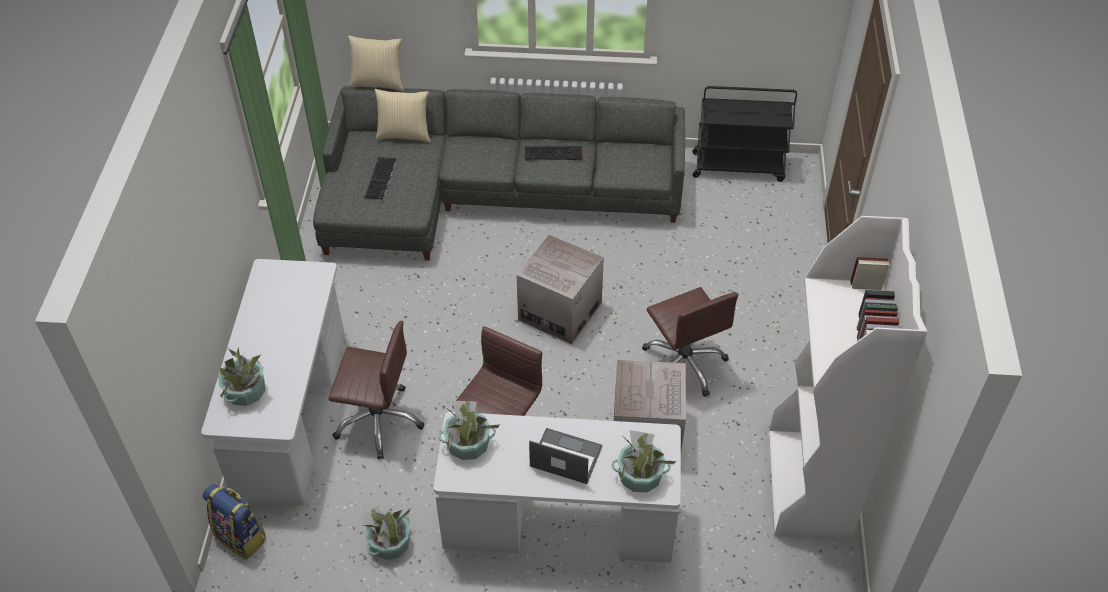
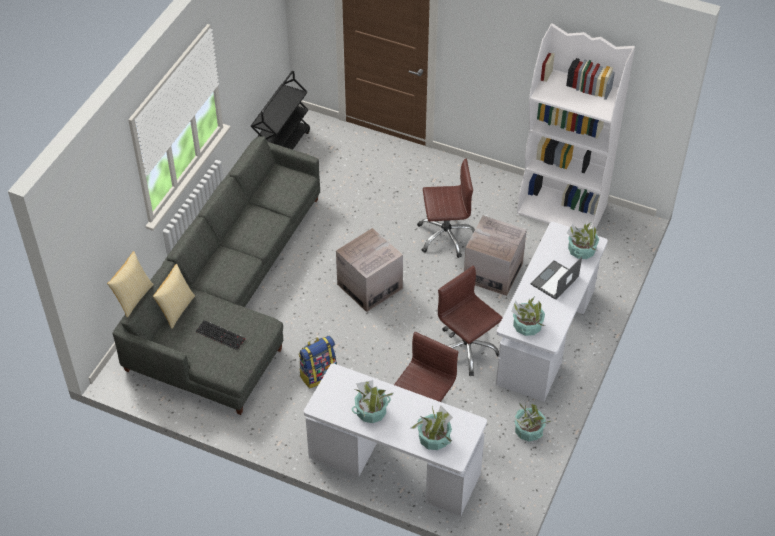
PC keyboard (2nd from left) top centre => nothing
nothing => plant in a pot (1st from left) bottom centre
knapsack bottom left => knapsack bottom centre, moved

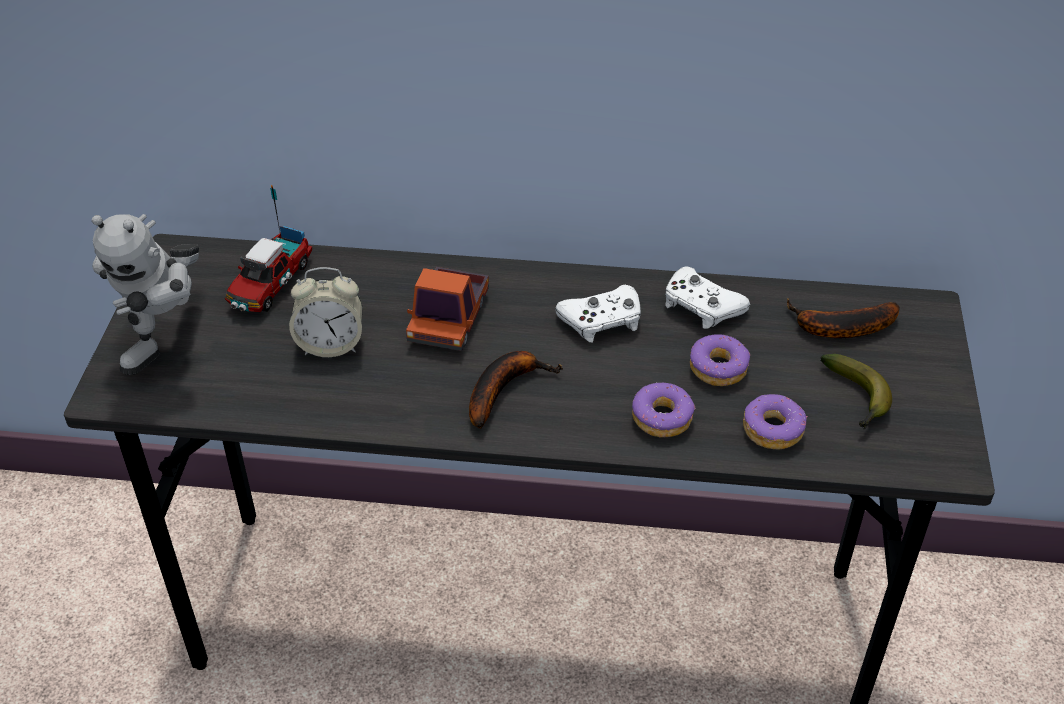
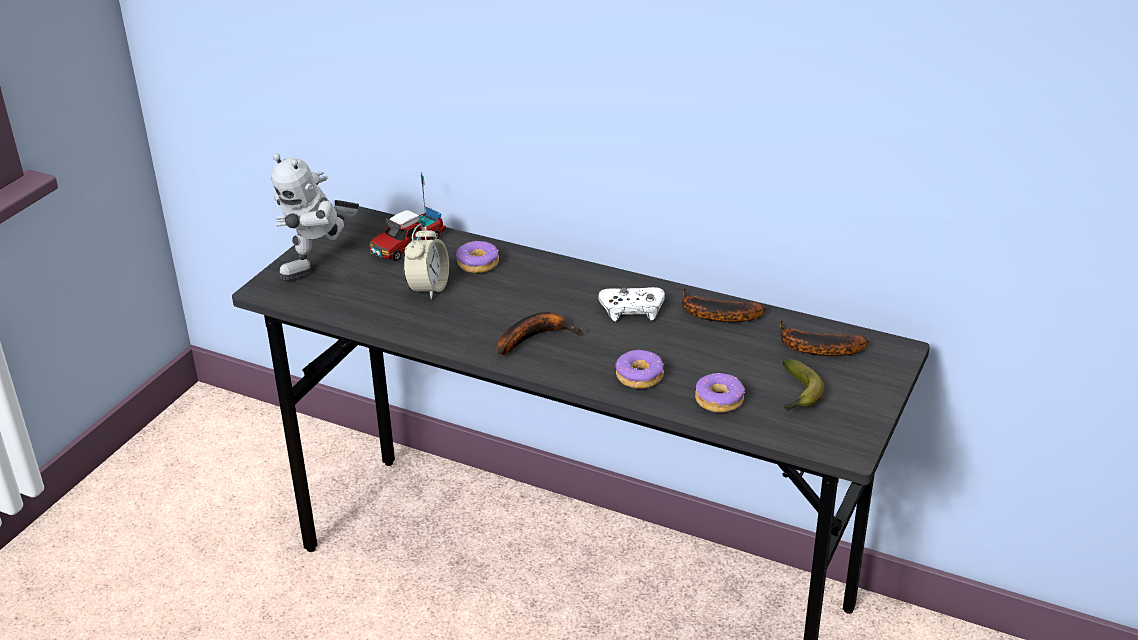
toy truck (2nd from left) centre => nothing
donut (2nd from left in the first image) middle right => donut (1st from left) centre, moved
joypad (white-coloured) (2nd from left) centre => whole banana (2nd from left) centre
table clock middle left => table clock centre, 90 degrees counterclockwise

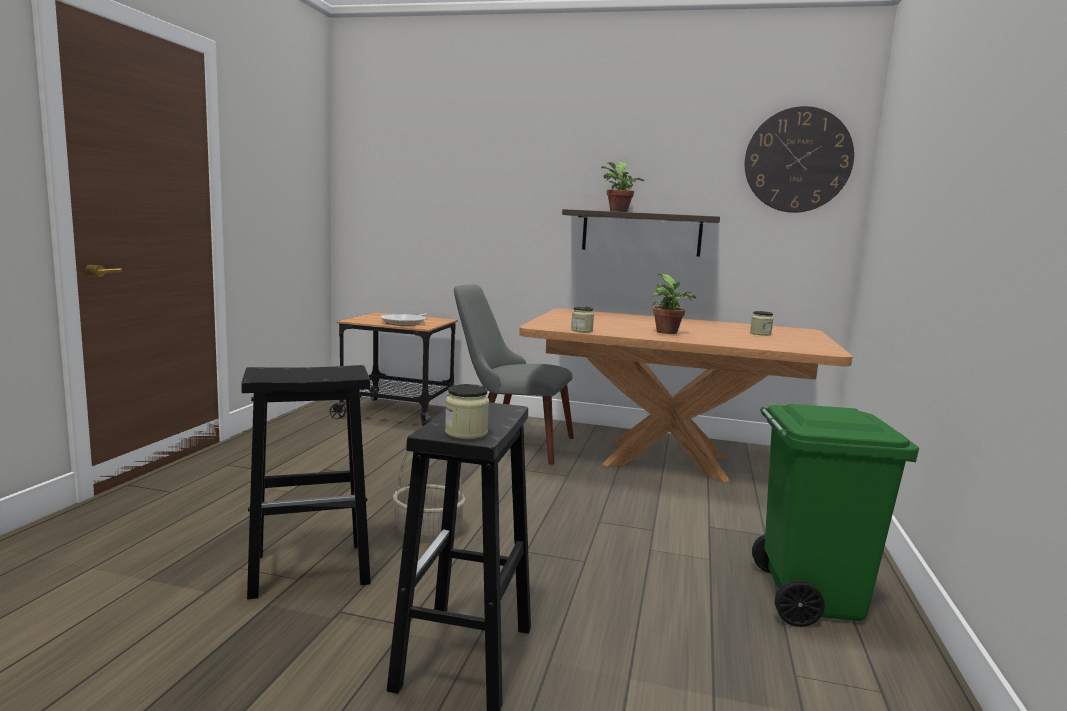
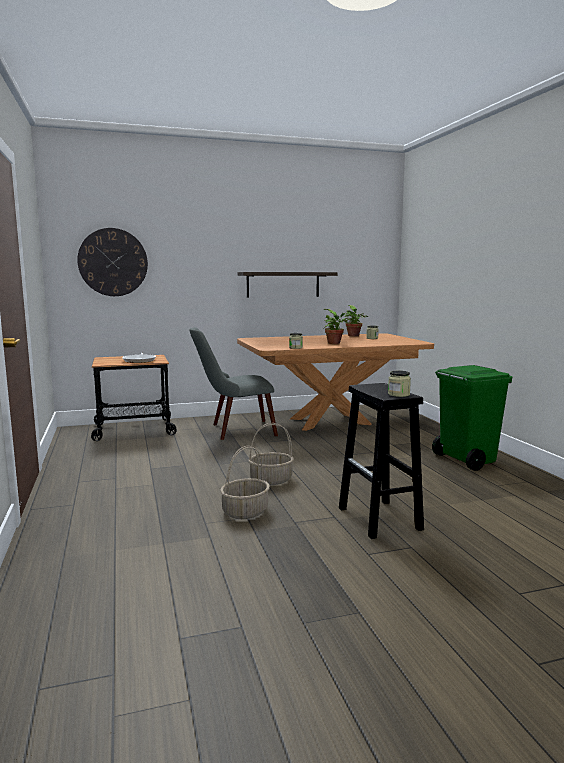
plant in a pot (1st from left in the first image) top centre => plant in a pot (2nd from left) centre, moved
clock on the wall top right => clock on the wall middle left, moved
sitting stool (blackish) (1st from left) bottom left => basket (1st from left) centre

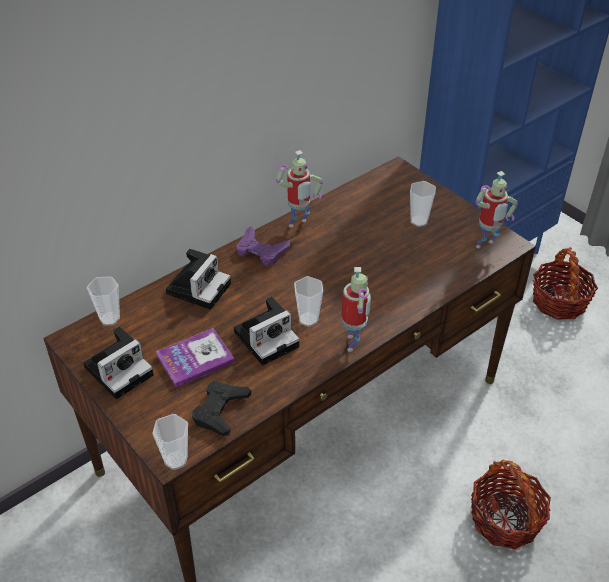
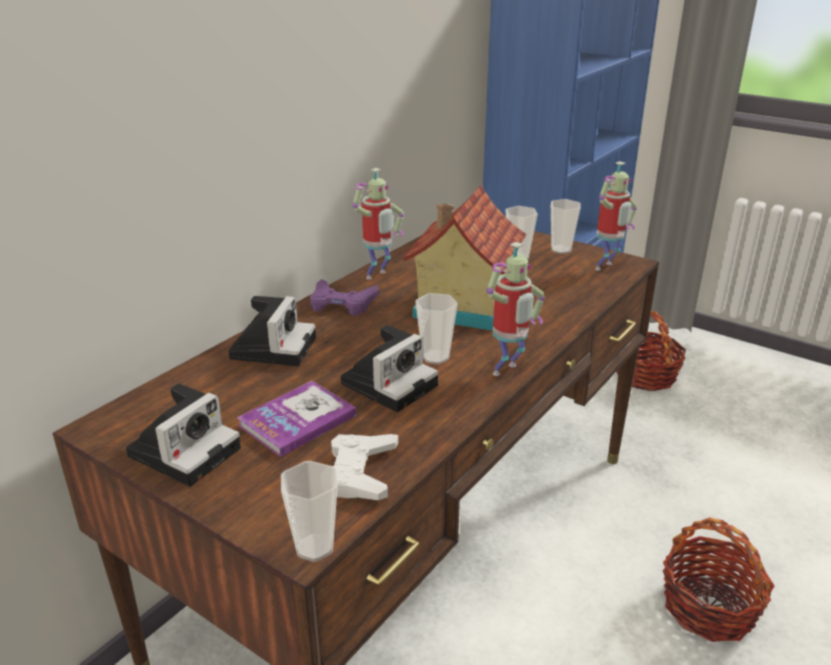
nothing => model house centre
small cup (1st from left in the first image) middle left => small cup (4th from left) middle right, moved
joypad (blackish) bottom centre => joypad (white-coloured) bottom centre
model robot (2nd from left) centre, 60 degrees clockwise

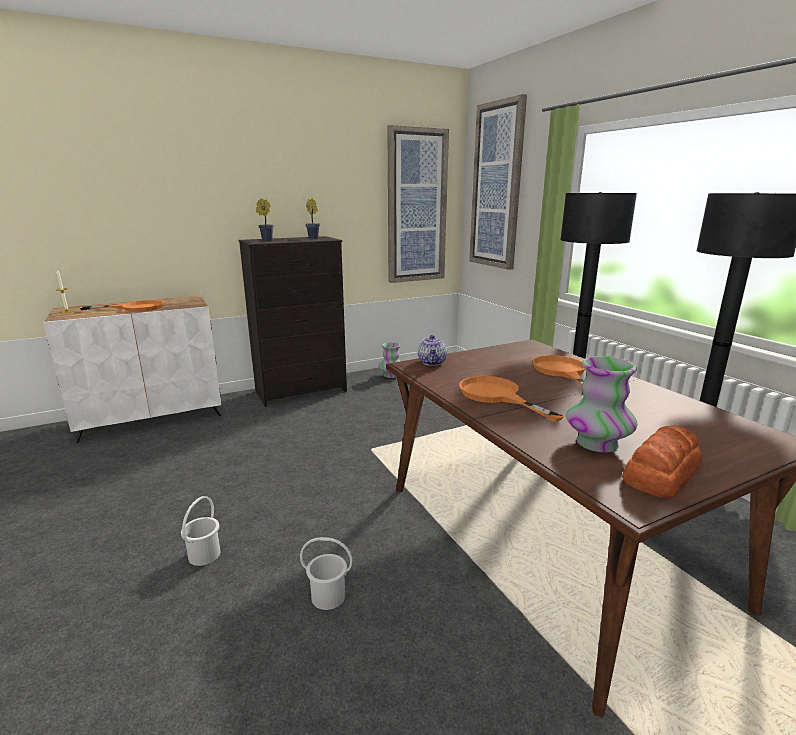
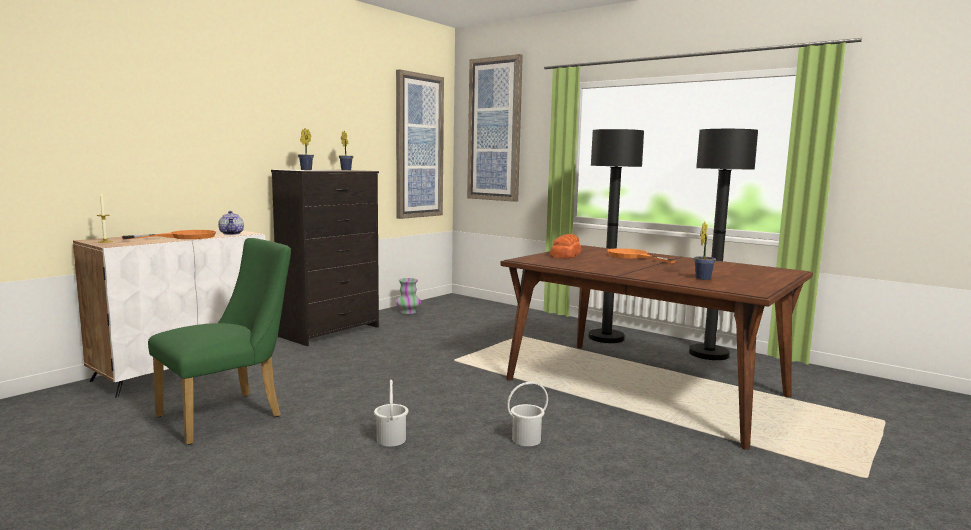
frying pan (orange) (2nd from left) centre => nothing
nothing => upright chair (greenish) middle left
pot for tea centre => pot for tea middle left, moved
bakery bread middle right => bakery bread centre, moved
vase (2nd from left) middle right => plant in a pot (3rd from left) middle right

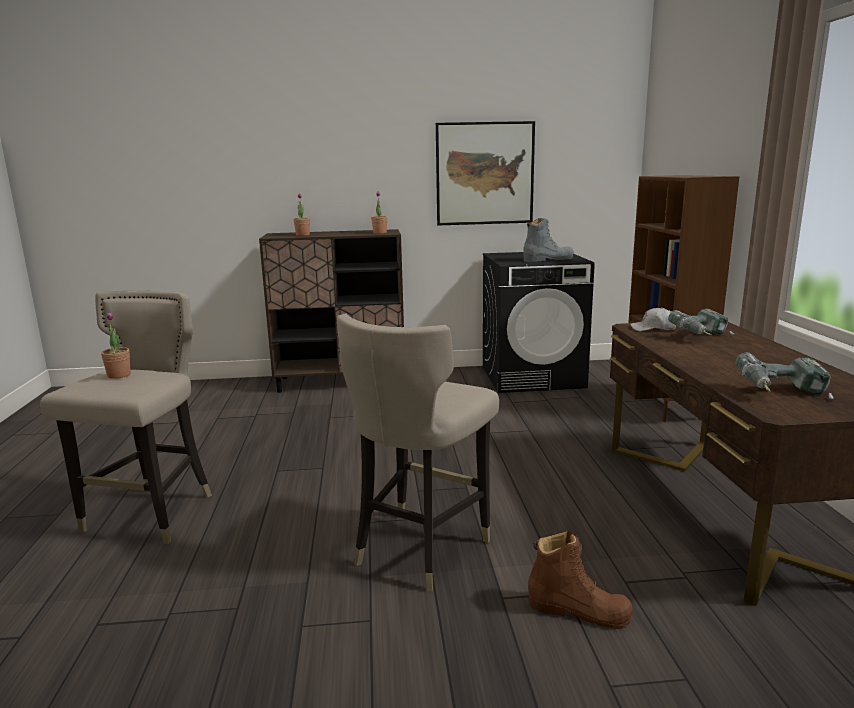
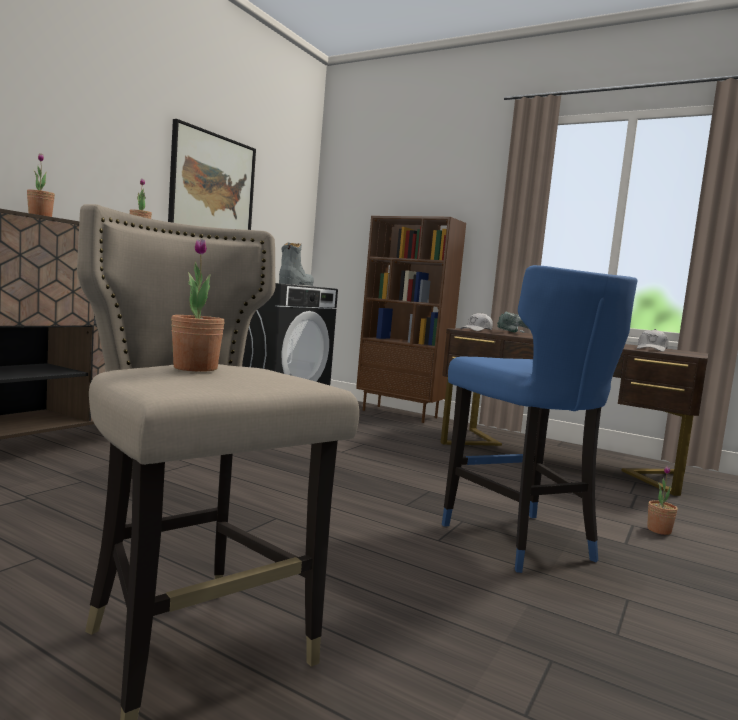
high-top boot (brown-coloured) bottom right => plant in a pot (4th from left) bottom right
electric drill (2nd from left) middle right => peaked cap (white-coloured) (2nd from left) middle right
sitting stool (beige) (2nd from left) centre => sitting stool (blue) middle right

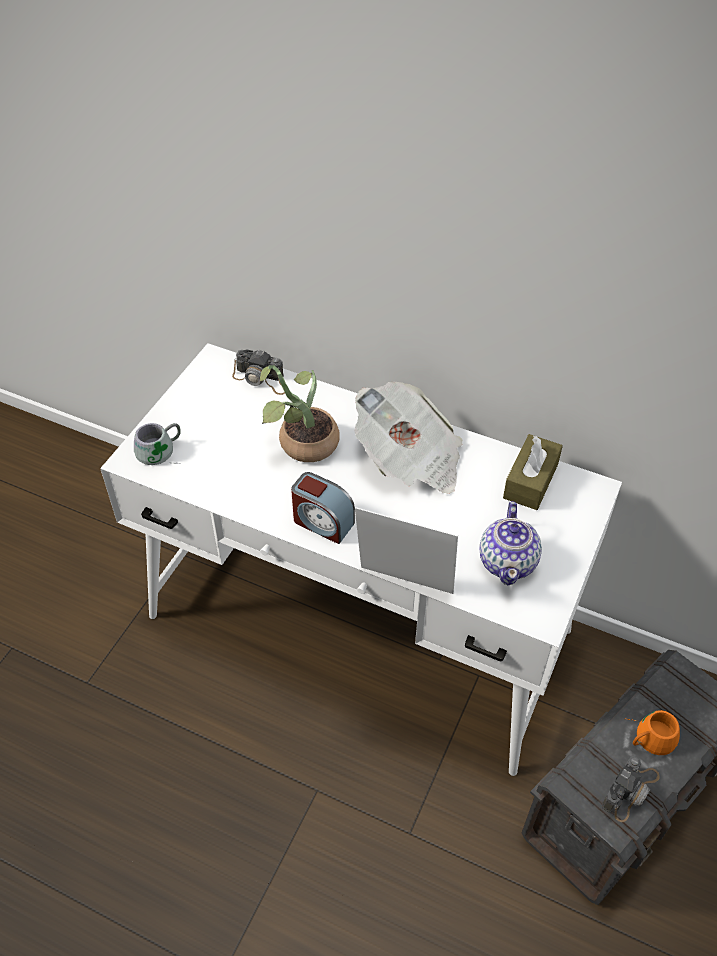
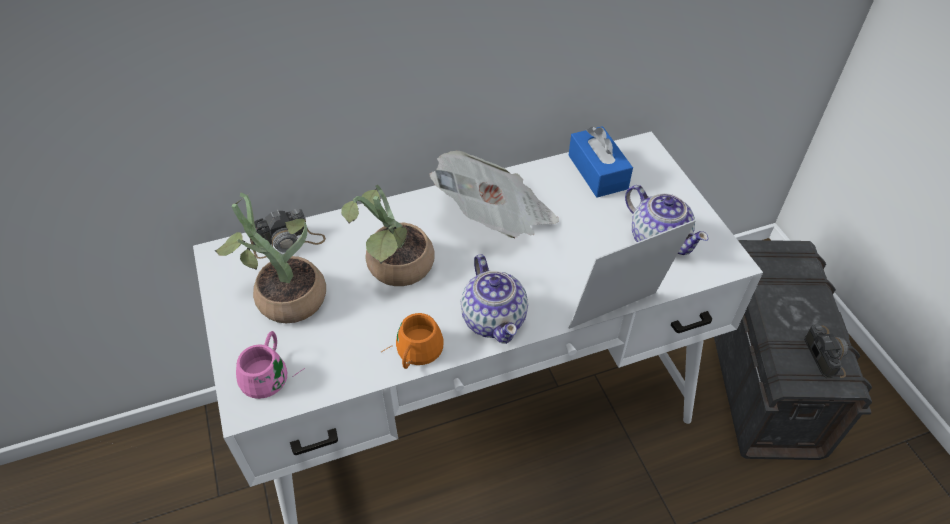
nothing => plant in a pot (1st from left) middle left
mug (orange) bottom right => mug (orange) centre, moved
table clock centre => pot for tea (1st from left) centre
mug (gray) middle left => mug (pinkish) bottom left
box of tissues (brown-coloured) middle right => box of tissues (blue) top centre

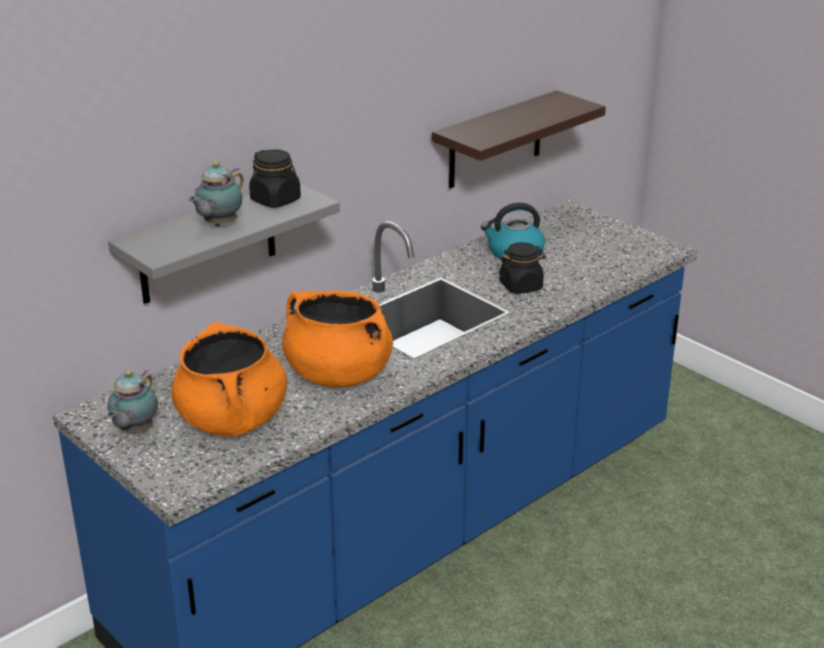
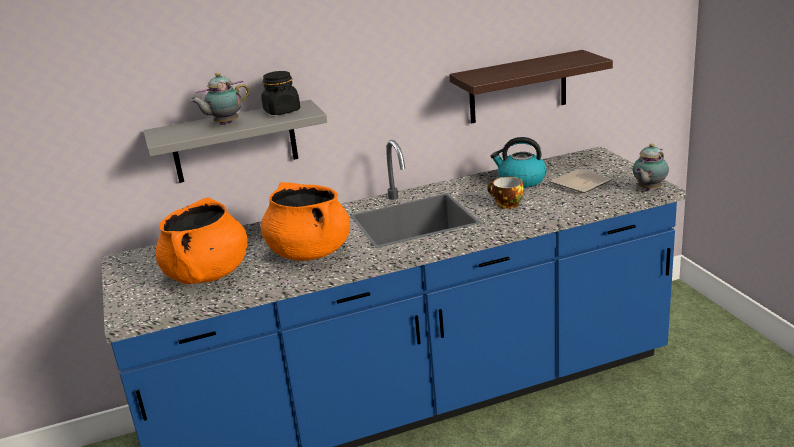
nothing => flat dish middle right
pot for tea (1st from left in the first image) middle left => pot for tea (2nd from left) middle right, moved
jar (blackish) (2nd from left) centre => small cup centre

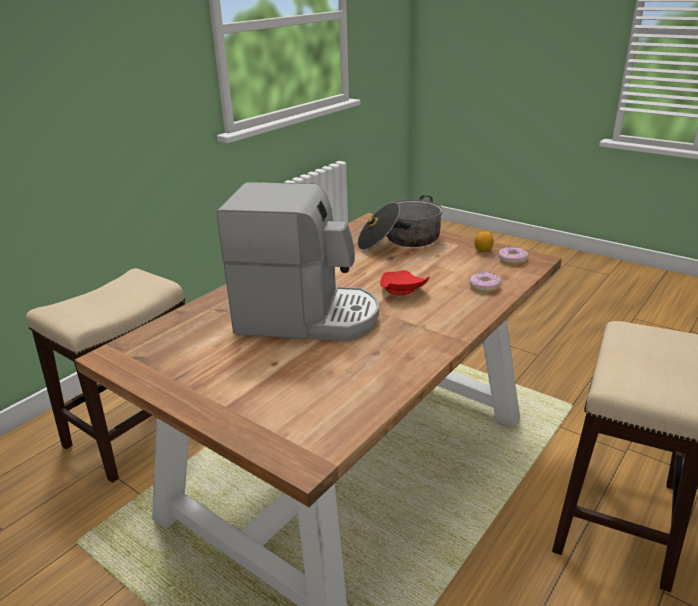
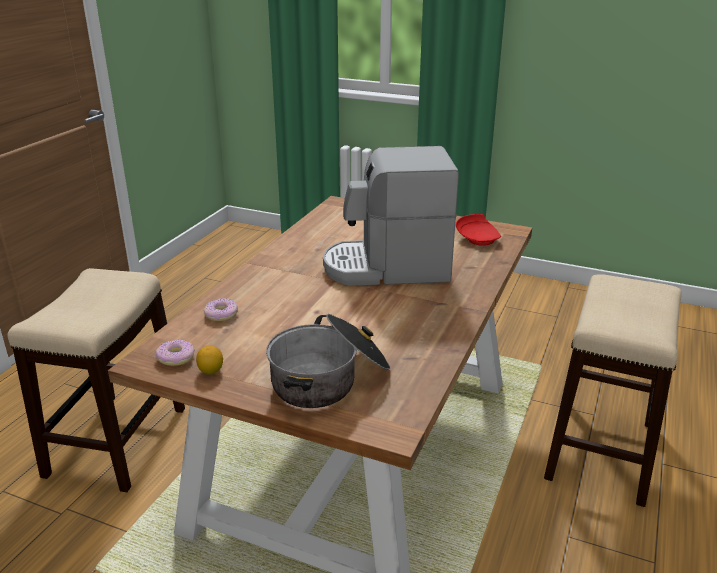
flat dish (reddish) centre => flat dish (reddish) middle right, moved

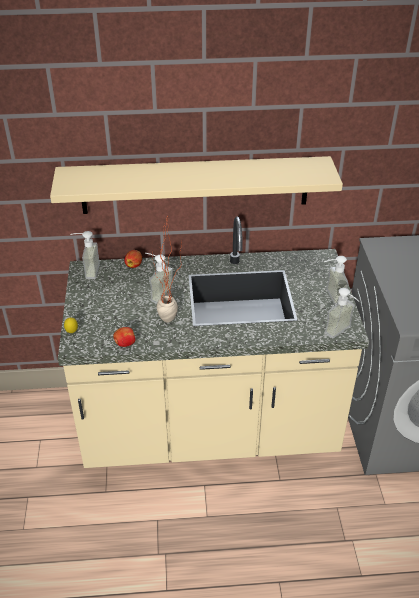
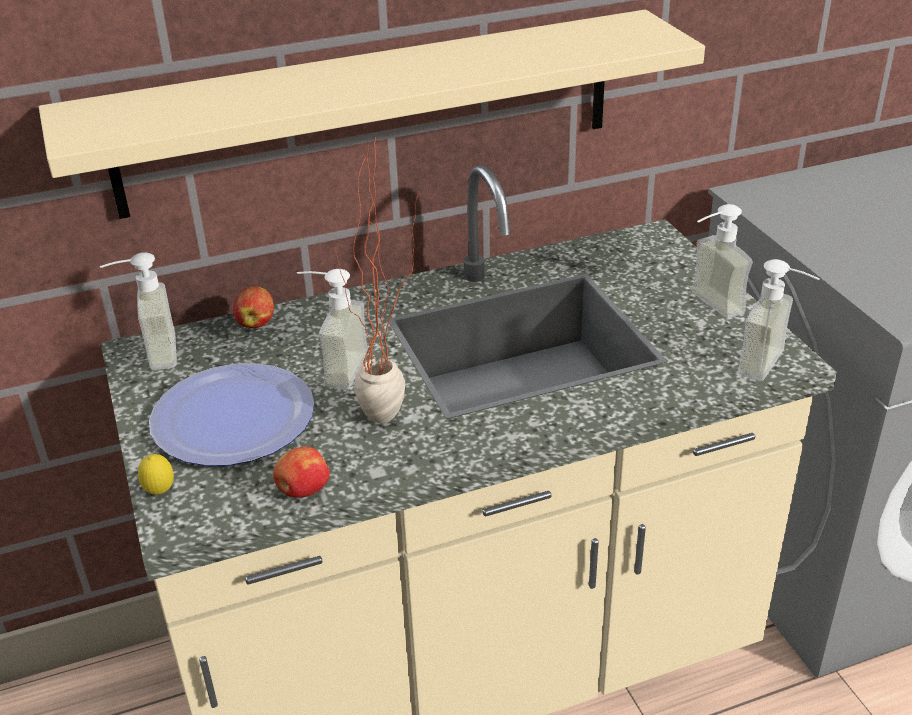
nothing => flat dish middle left

